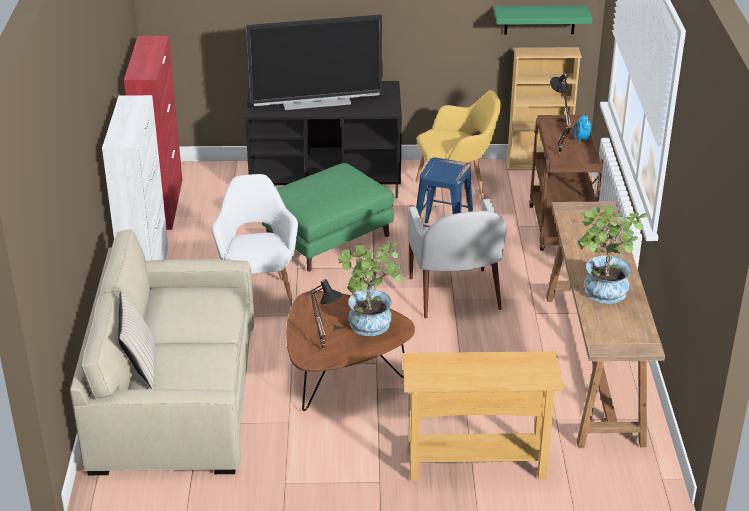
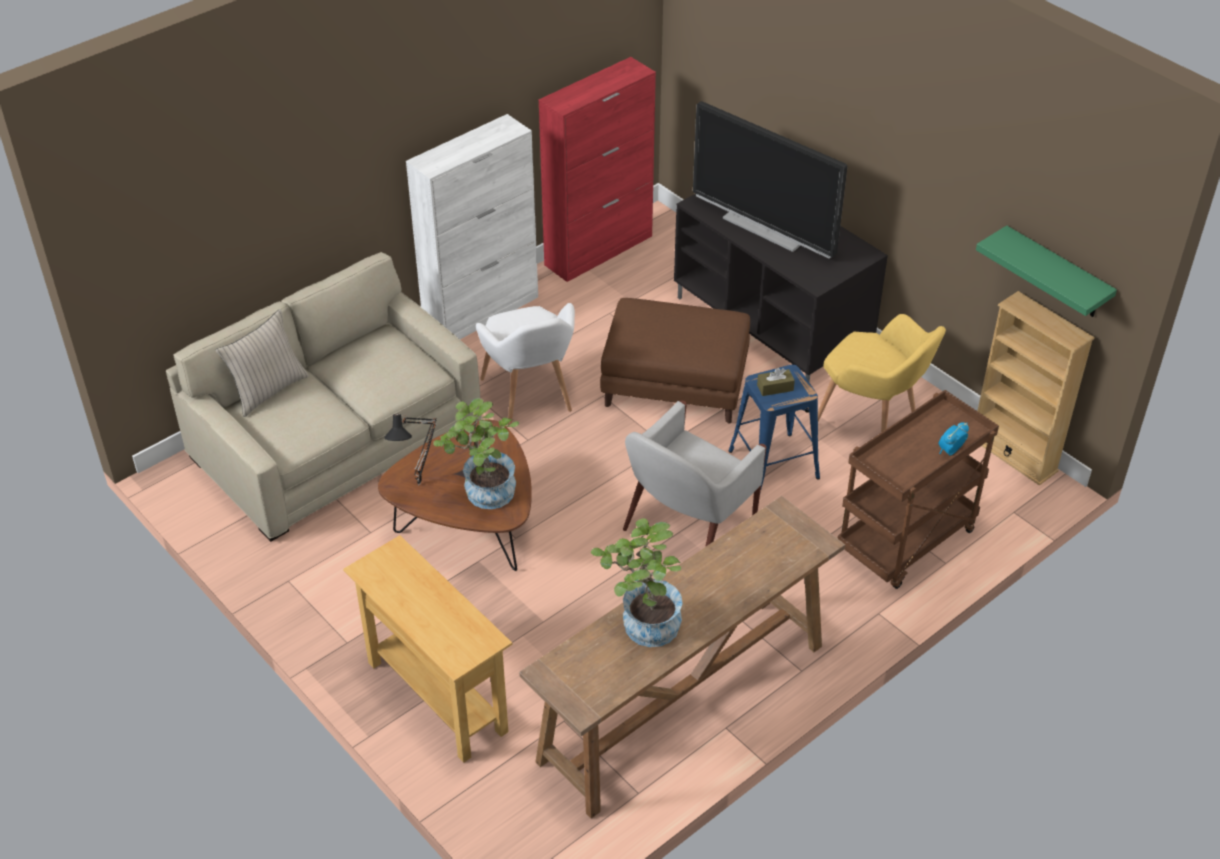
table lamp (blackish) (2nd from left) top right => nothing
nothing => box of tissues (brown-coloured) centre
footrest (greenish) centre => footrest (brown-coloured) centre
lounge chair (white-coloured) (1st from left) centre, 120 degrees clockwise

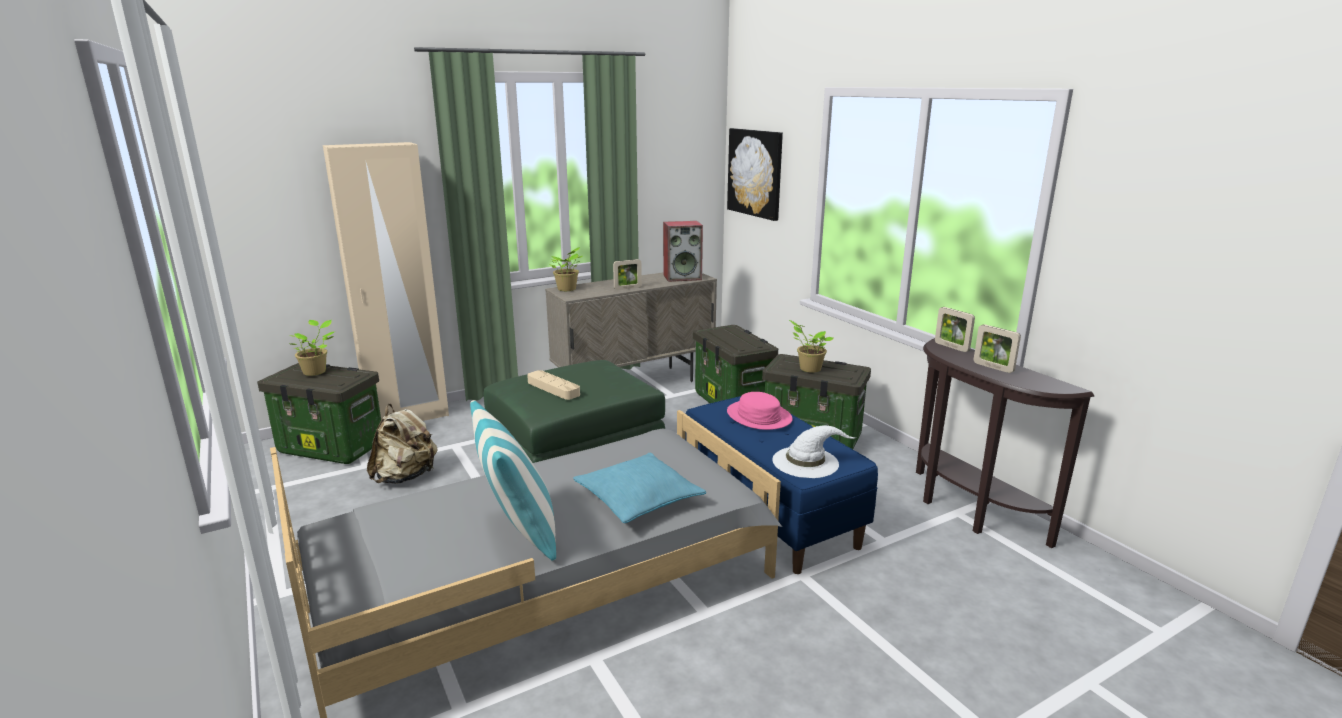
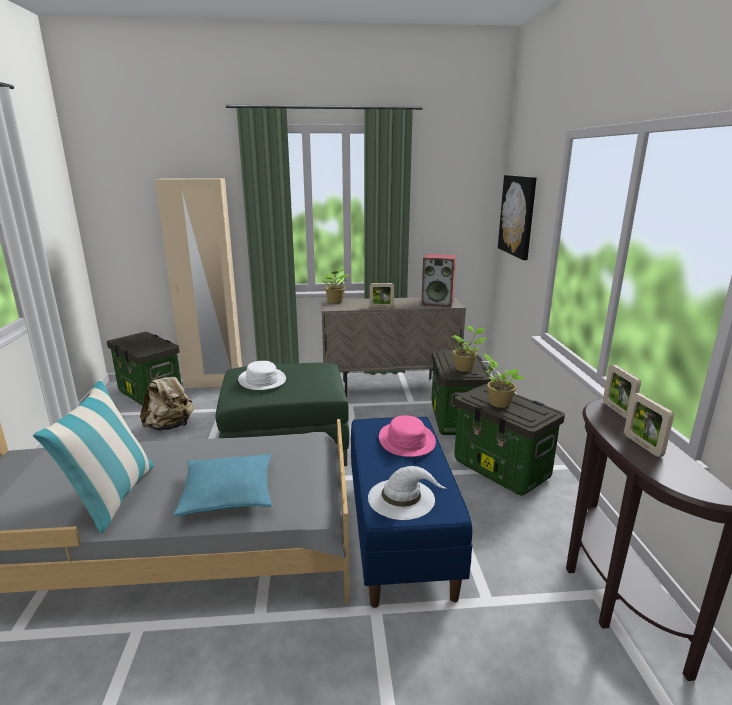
plant in a pot (1st from left in the first image) middle left => plant in a pot (2nd from left) centre, moved
tray (beige) centre => wearable hat (white-coloured) (1st from left) centre

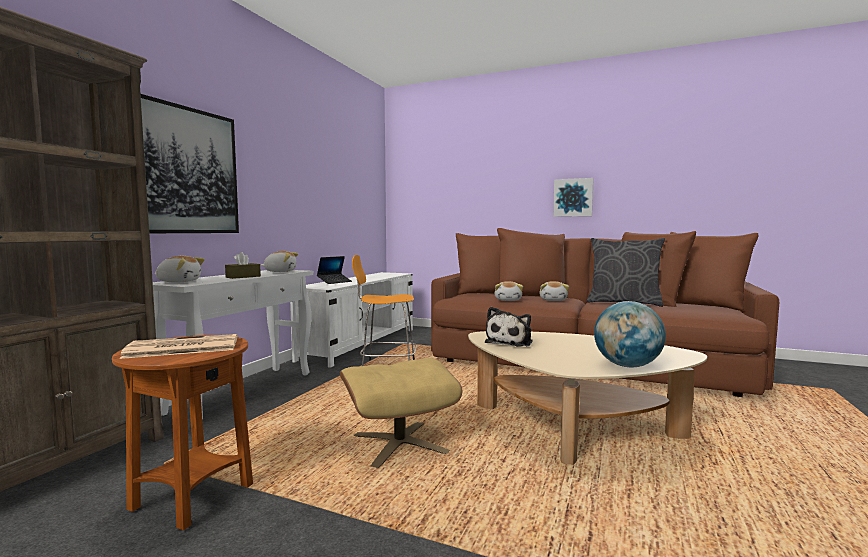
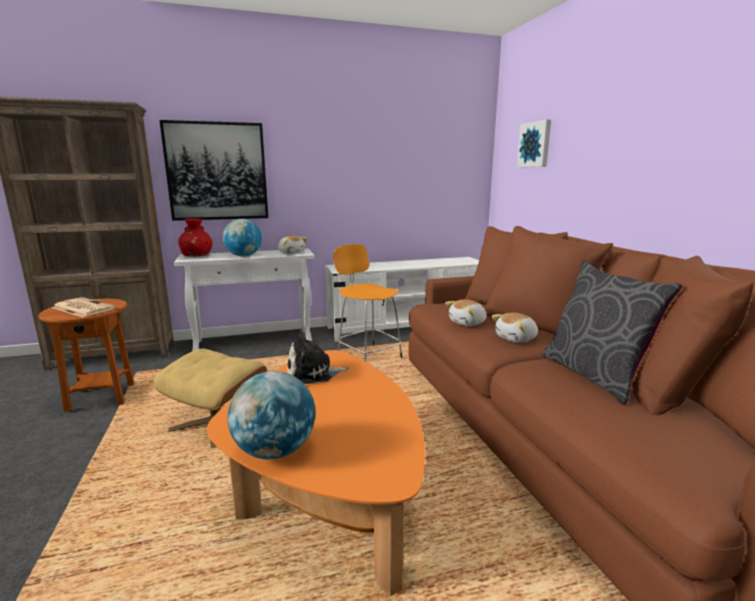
laptop centre => nothing
picture (2nd from left) centre => picture (2nd from left) top right, moved
cuddly toy (1st from left) middle left => vase (reddish) middle left
box of tissues (brown-coloured) middle left => desk globe (1st from left) middle left
low table (beige) bottom right => low table (orange) bottom centre

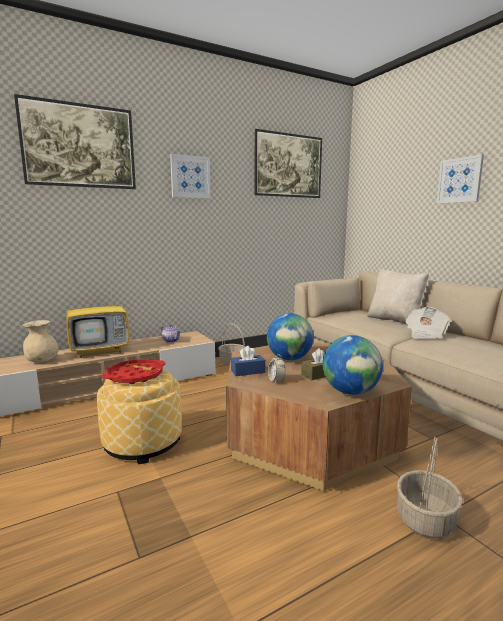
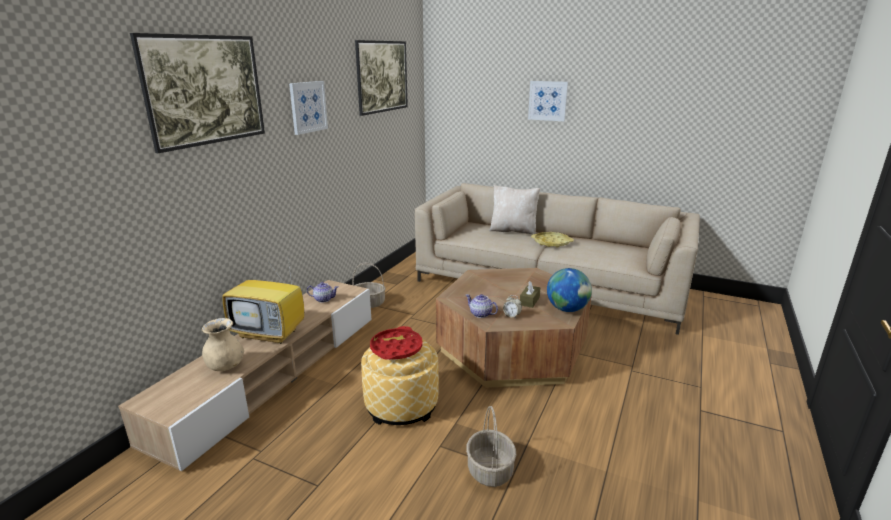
desk globe (1st from left) centre => nothing
basket (2nd from left) bottom right => basket (2nd from left) bottom centre, moved
box of tissues (blue) centre => pot for tea (2nd from left) centre
daily paper middle right => tray (yellowish) centre
TV middle left, 75 degrees clockwise

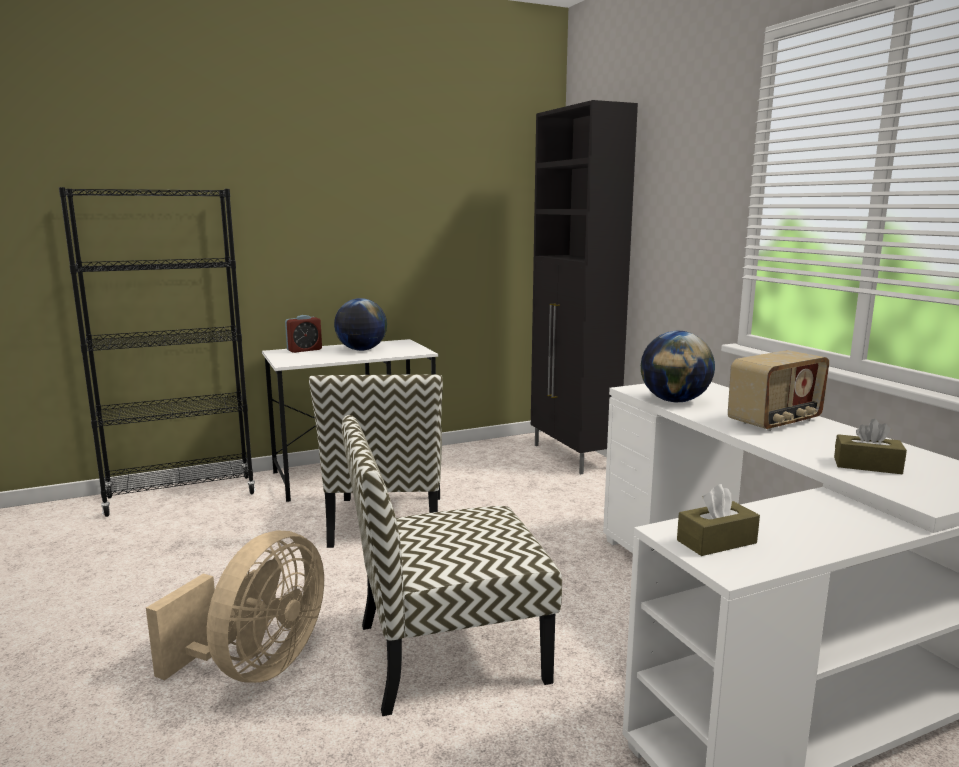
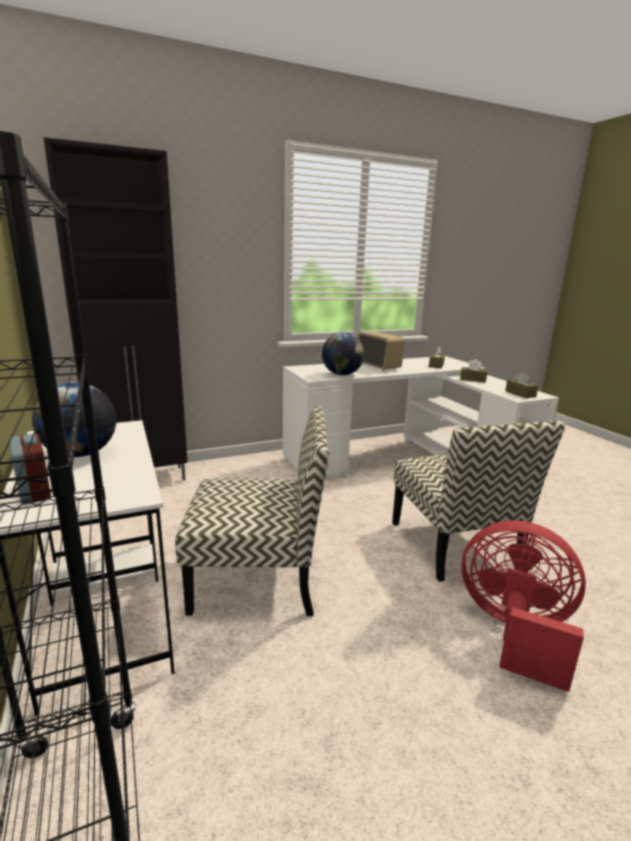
nothing => box of tissues (brown-coloured) (2nd from left) middle right
electric fan (beige) bottom left => electric fan (reddish) bottom right

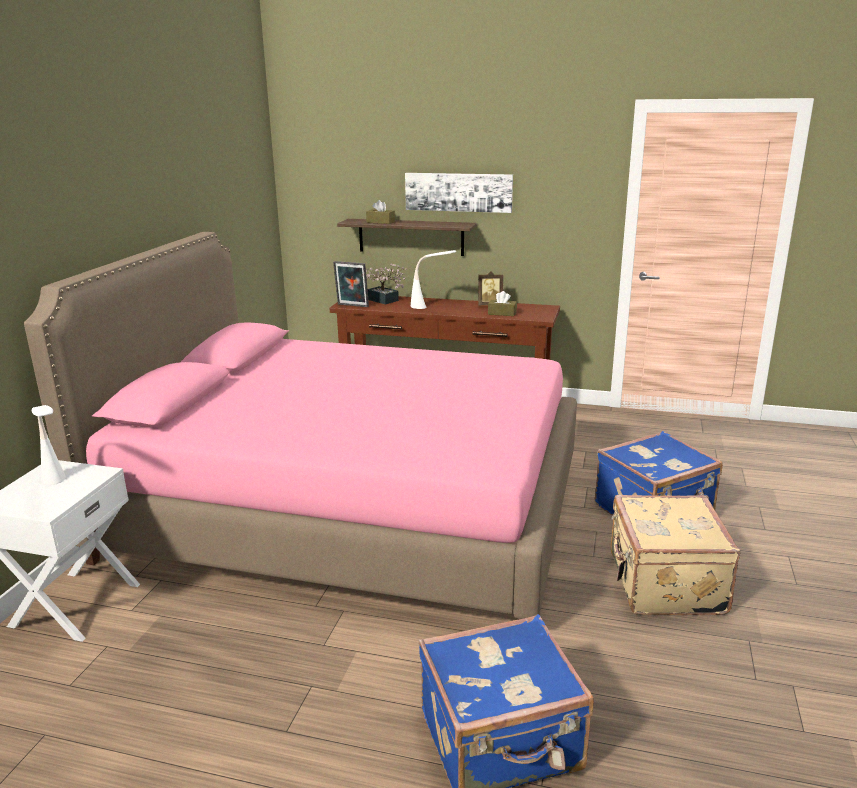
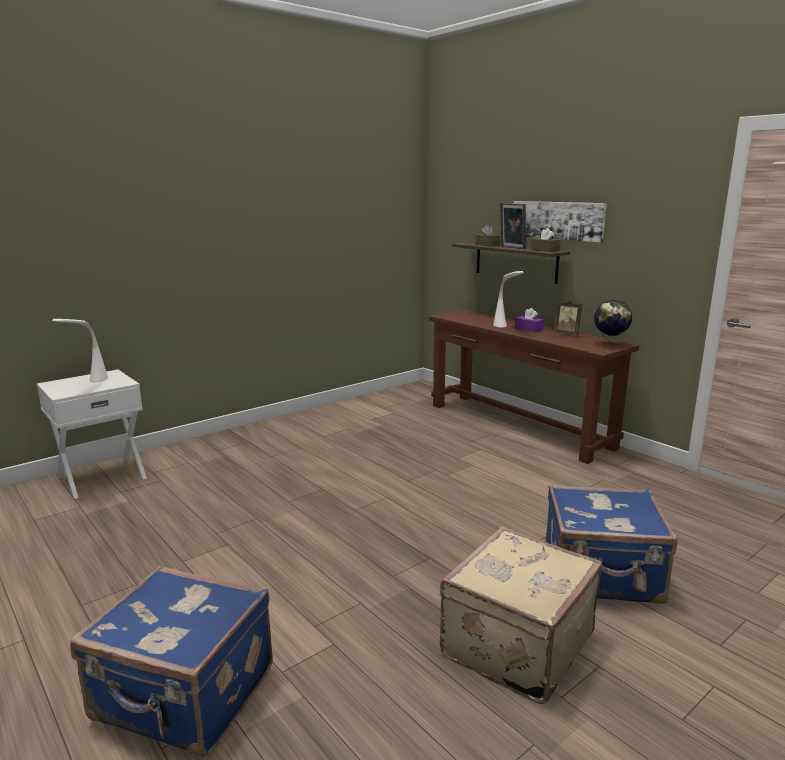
bedroom bed (pinkish) centre => nothing
plant in a pot centre => nothing
nothing => box of tissues (purplish) middle right
nothing => desk globe middle right
photo frame (1st from left) centre => photo frame (1st from left) top centre, moved
box of tissues (brown-coloured) (2nd from left) centre => box of tissues (brown-coloured) (2nd from left) top right, moved

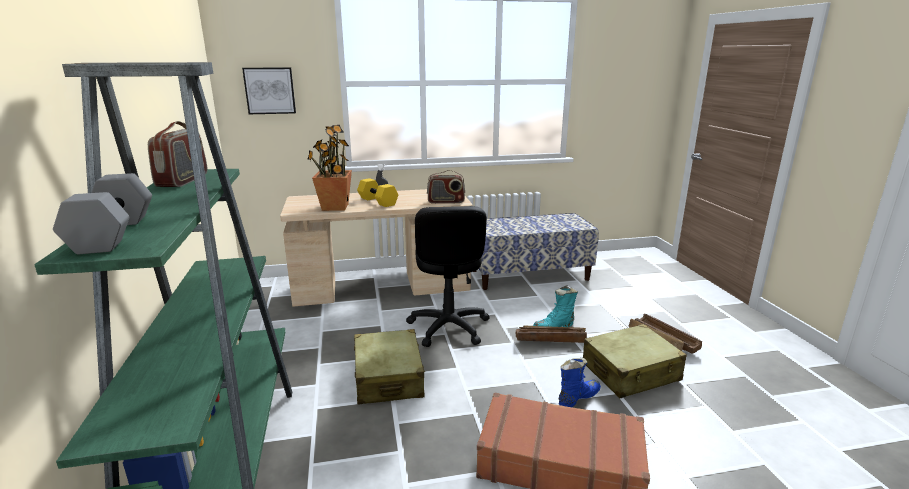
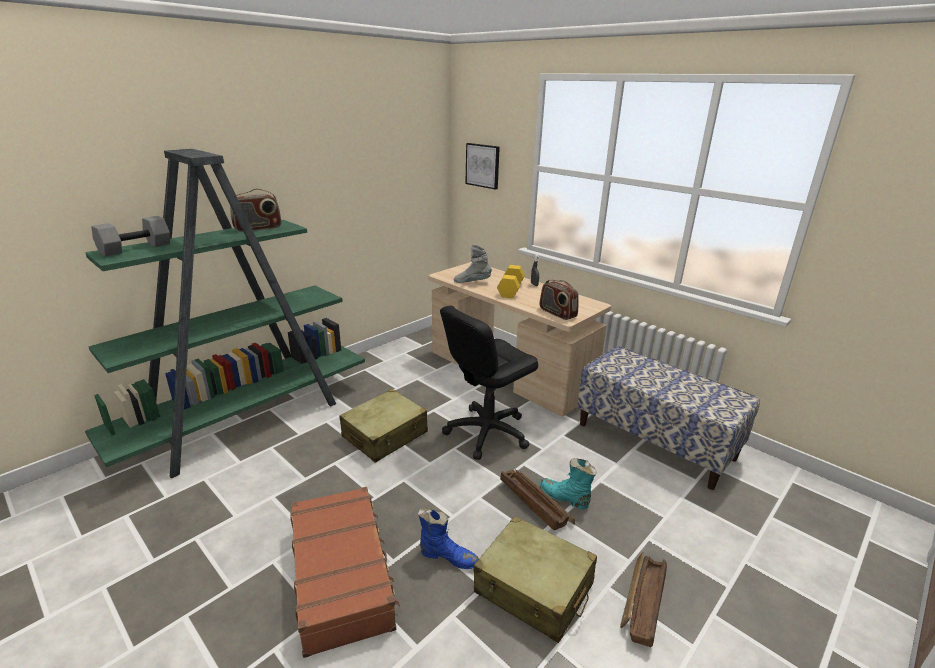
plant in a pot centre => high-top boot (gray) centre

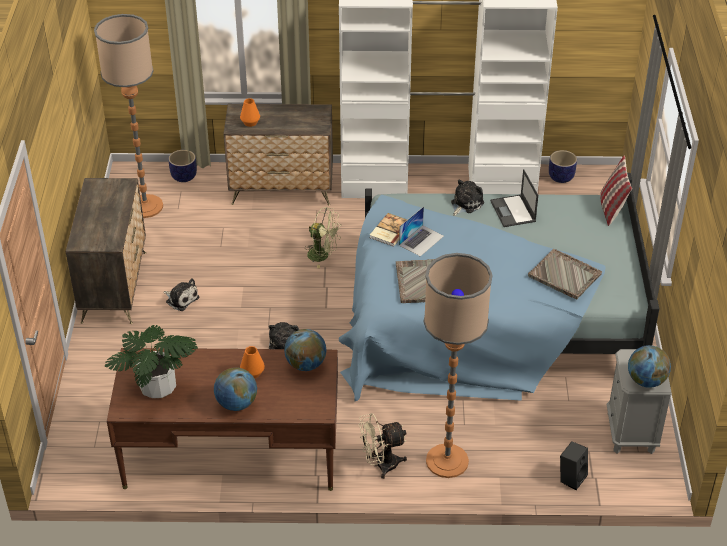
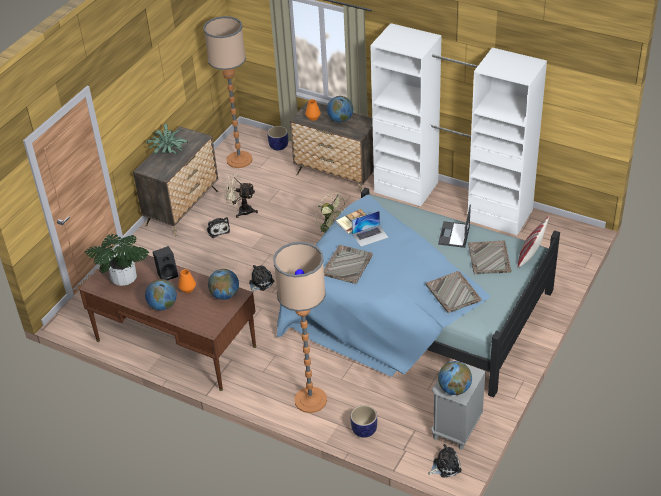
nothing => plant in a pot (2nd from left) top left
nothing => desk globe (3rd from left) top centre
nothing => tray (gray) (3rd from left) middle right
electric fan (beige) bottom centre => electric fan (beige) centre, moved
cuddly toy (3rd from left) centre => cuddly toy (3rd from left) bottom right, moved
flower pot (2nd from left) top right => flower pot (2nd from left) bottom centre, moved
speaker (blackish) bottom right => speaker (blackish) middle left, moved

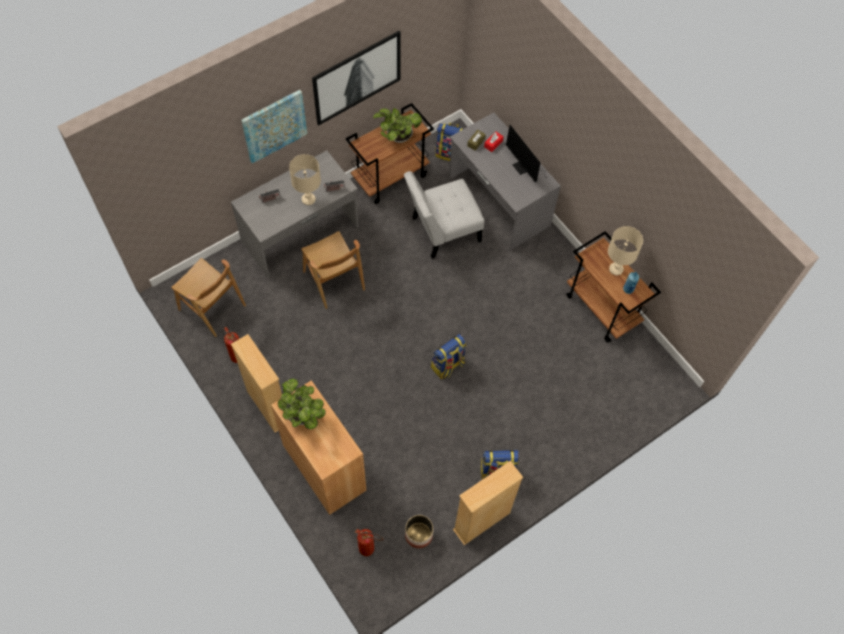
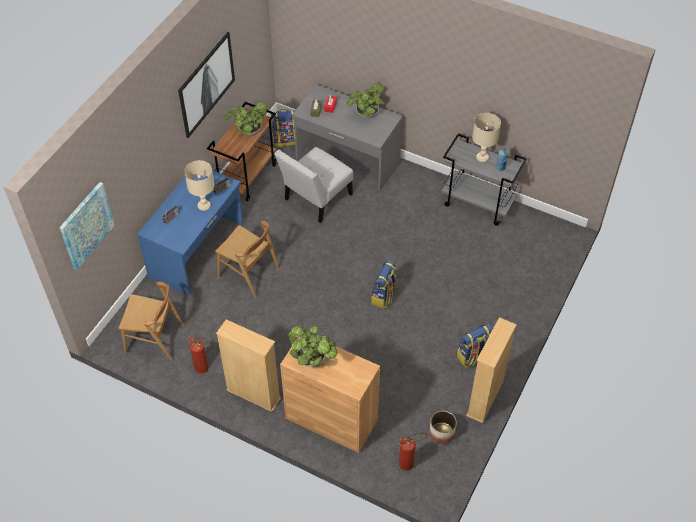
picture (1st from left) top left => picture (1st from left) middle left, moved
monitor top centre => plant in a pot (3rd from left) top centre
desk unit (gray) (1st from left) centre => desk unit (blue) middle left
cart (brown-coloured) (2nd from left) middle right => cart (gray) middle right

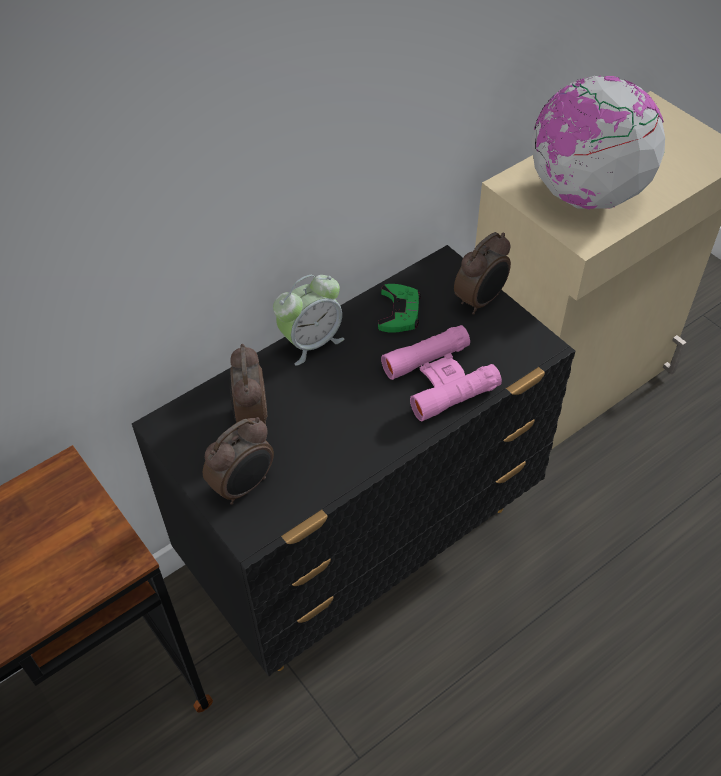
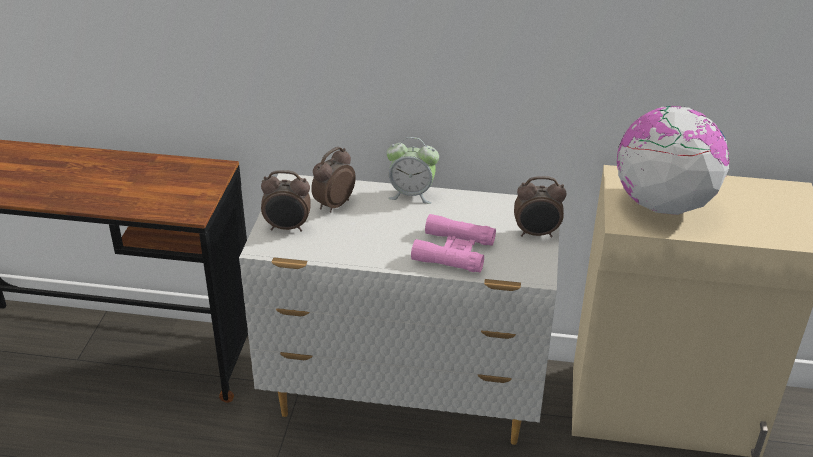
joypad (greenish) centre => nothing
chest of drawers (blackish) centre => chest of drawers (white-coloured) bottom centre

